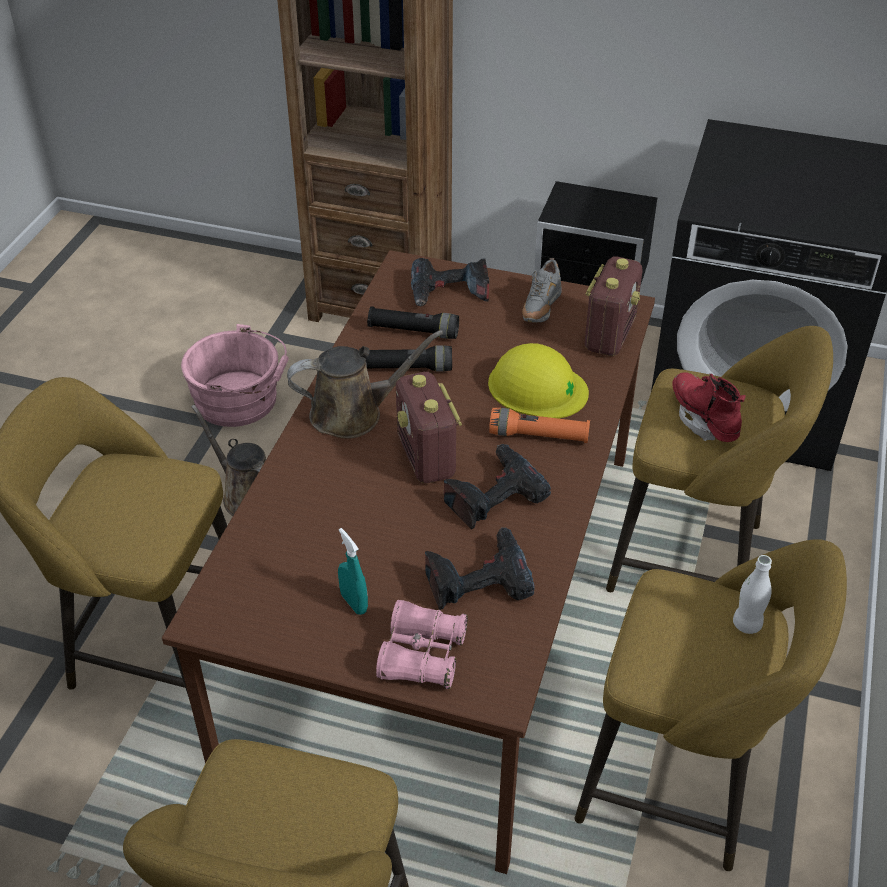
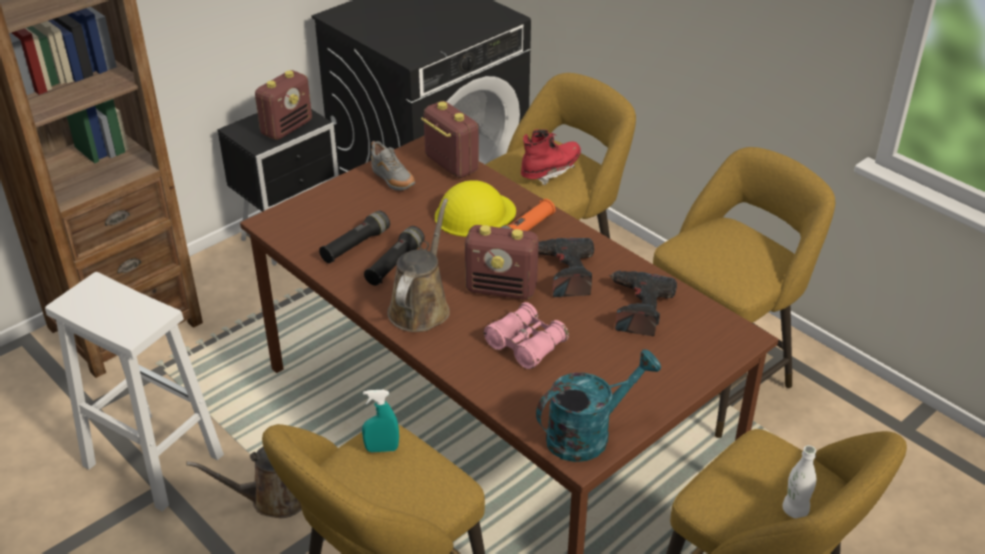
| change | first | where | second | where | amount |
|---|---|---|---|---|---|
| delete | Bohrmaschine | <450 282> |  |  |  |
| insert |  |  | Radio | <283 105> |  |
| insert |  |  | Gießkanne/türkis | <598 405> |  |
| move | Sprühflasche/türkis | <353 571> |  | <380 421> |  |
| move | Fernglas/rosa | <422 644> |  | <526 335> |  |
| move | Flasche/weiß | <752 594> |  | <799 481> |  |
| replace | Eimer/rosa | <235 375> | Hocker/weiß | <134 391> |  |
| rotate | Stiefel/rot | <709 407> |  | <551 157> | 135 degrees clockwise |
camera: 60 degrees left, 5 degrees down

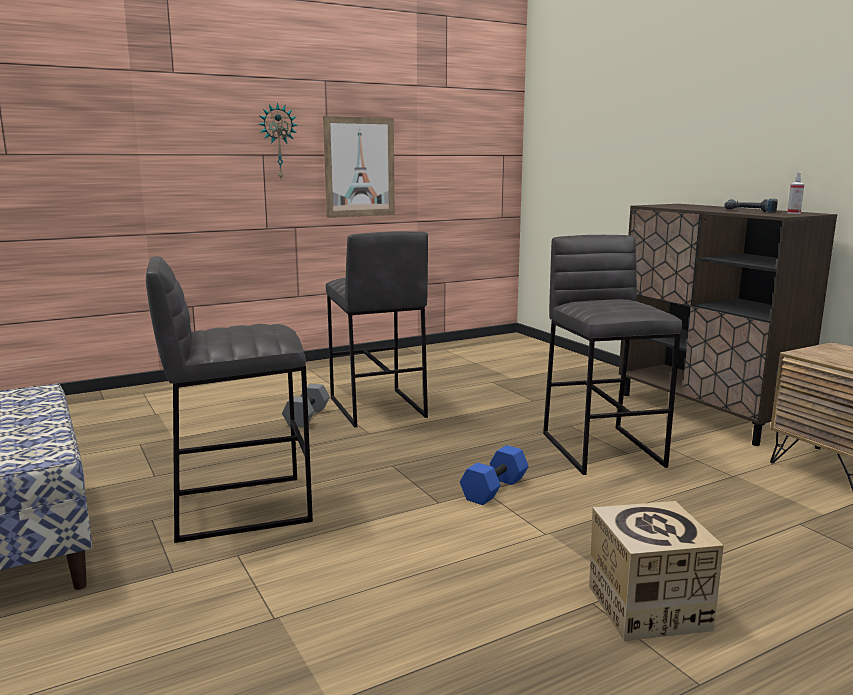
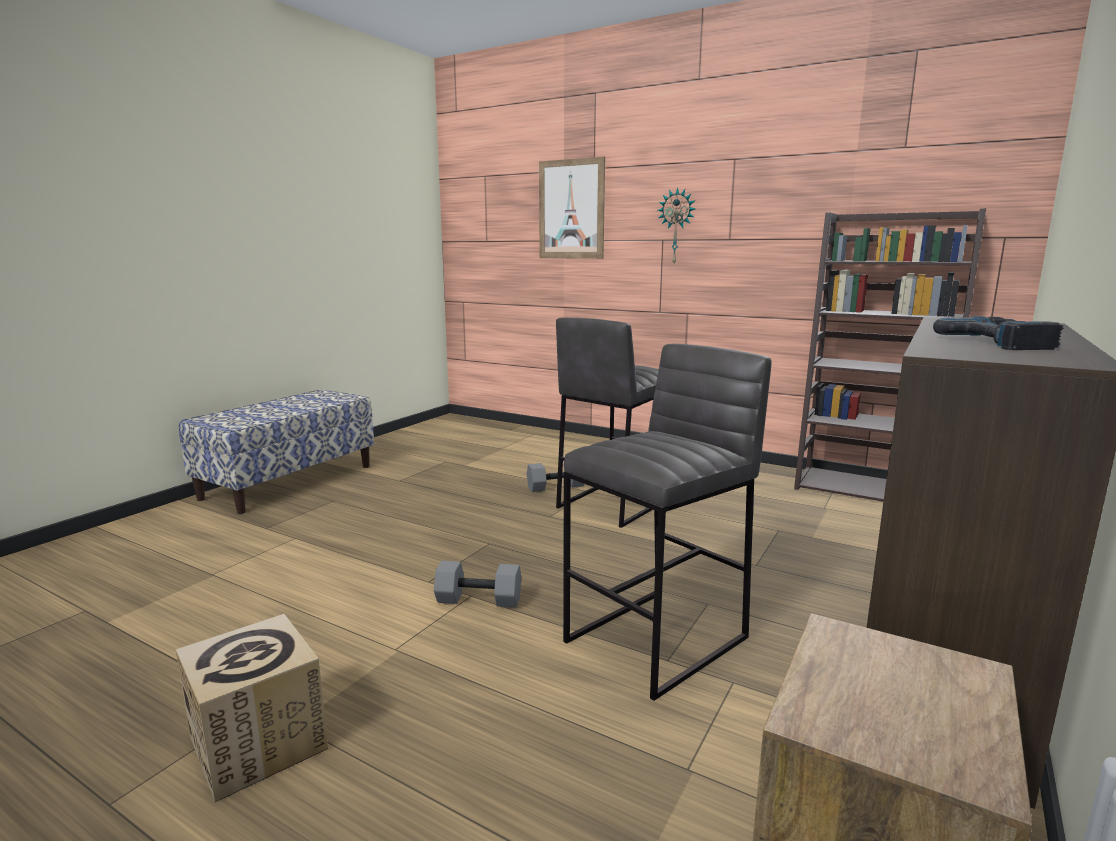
| change | first | where | second | where | amount |
|---|---|---|---|---|---|
| delete | Hocker/grau | <229 399> |  |  |  |
| delete | Sprühflasche | <795 193> |  |  |  |
| insert |  |  | Bücherregal/braun | <890 355> |  |
| move | Bild | <359 167> |  | <572 207> |  |
| recolor | Hantel/blau | <494 475> | Hantel/grau | <477 584> |  |
camera: 60 degrees right, 0 degrees up

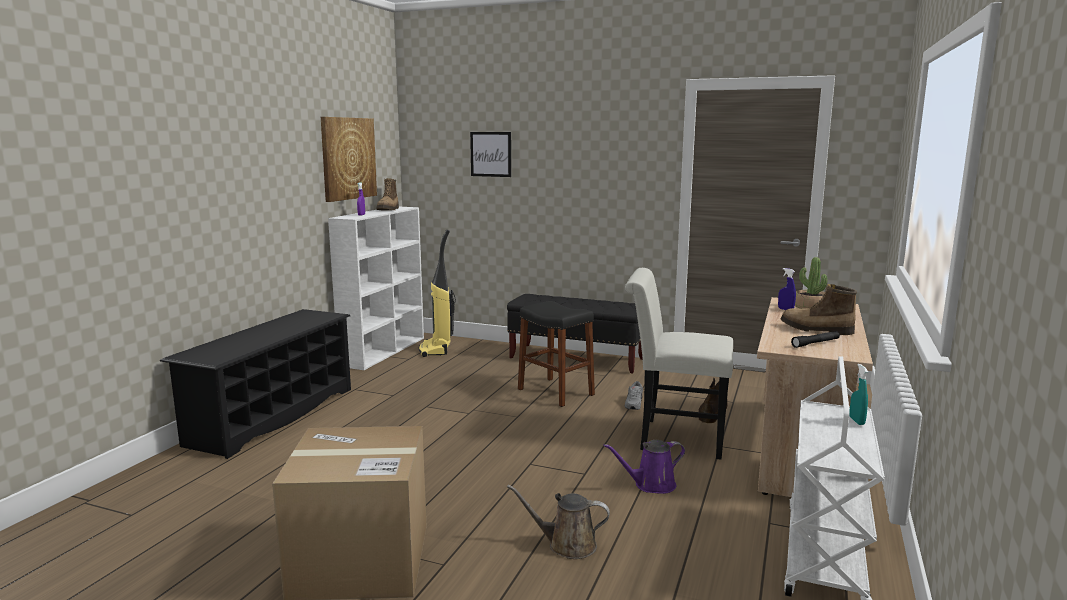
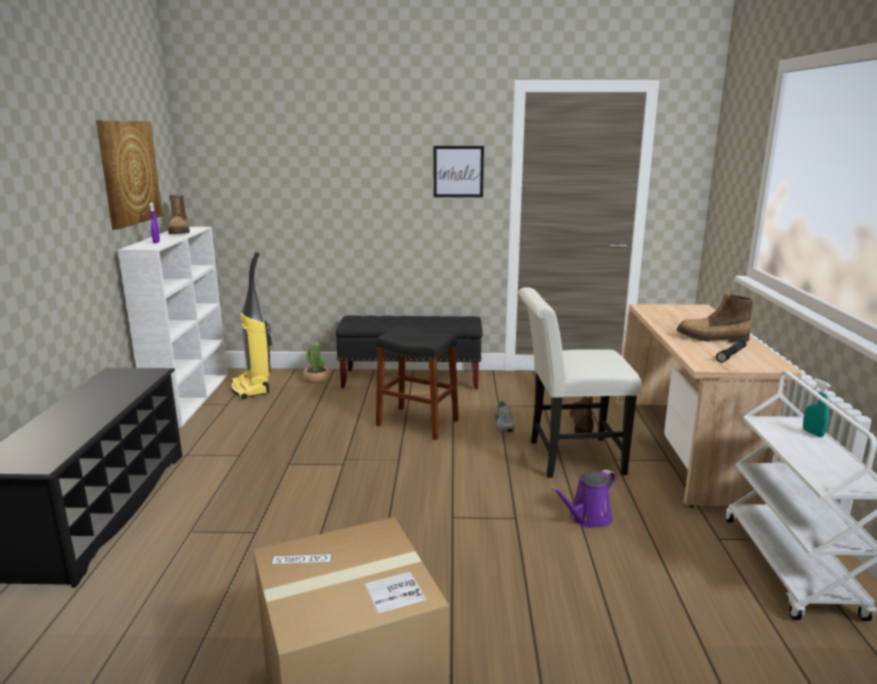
| change | first | where | second | where | amount |
|---|---|---|---|---|---|
| delete | Gießkanne/braun | <558 522> |  |  |  |
| delete | Sprühflasche/blau | <787 289> |  |  |  |
| move | Bild | <490 154> |  | <459 171> |  |
| move | Topfpflanze | <811 283> |  | <316 363> |  |
camera: 20 degrees left, 5 degrees up

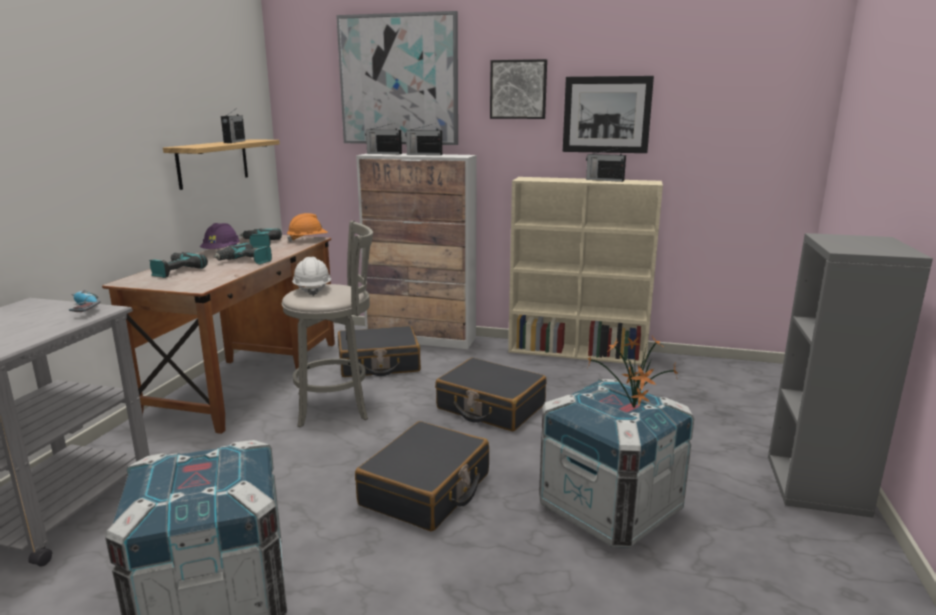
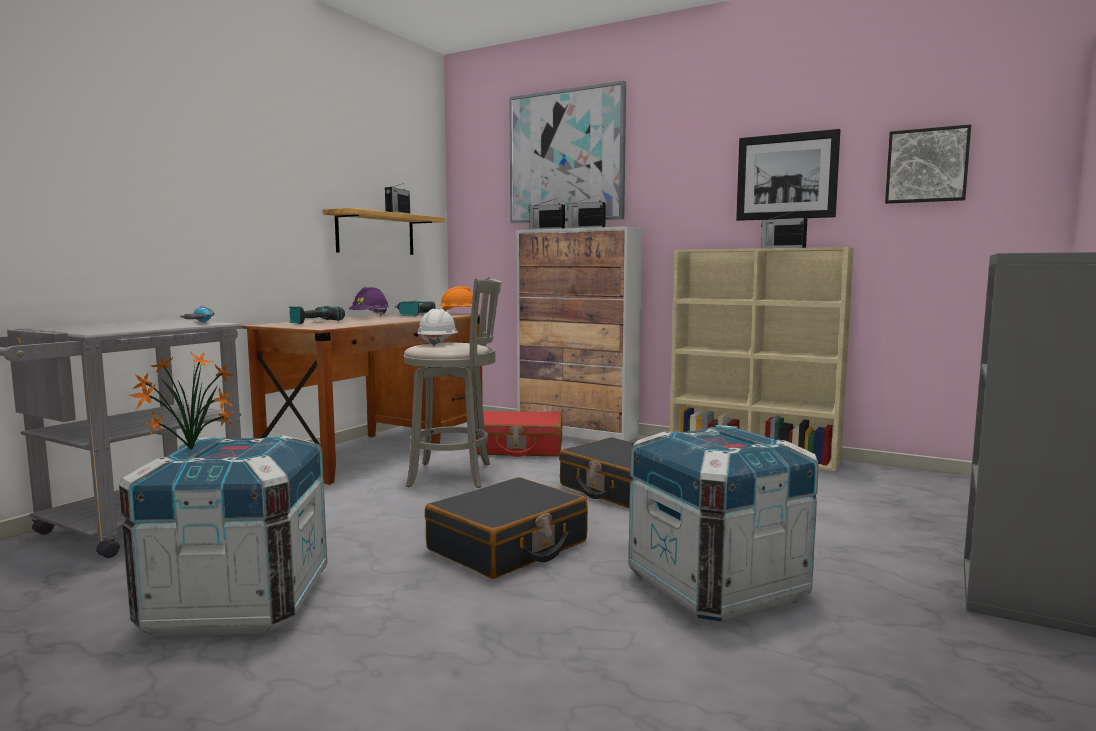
| change | first | where | second | where | amount |
|---|---|---|---|---|---|
| delete | Bohrmaschine | <242 253> |  |  |  |
| move | Bild | <518 89> |  | <928 164> |  |
| move | Topfpflanze | <632 372> |  | <182 401> |  |
| recolor | Koffer/schwarz | <379 351> | Koffer/rot | <519 434> |  |
camera: 15 degrees right, 10 degrees down

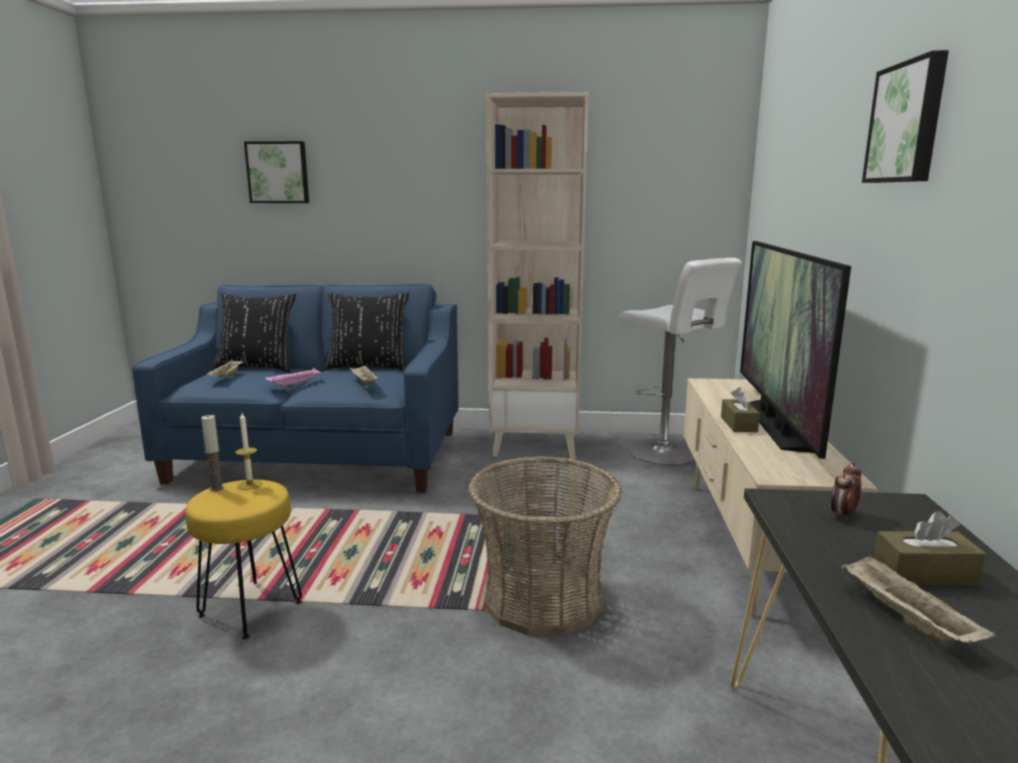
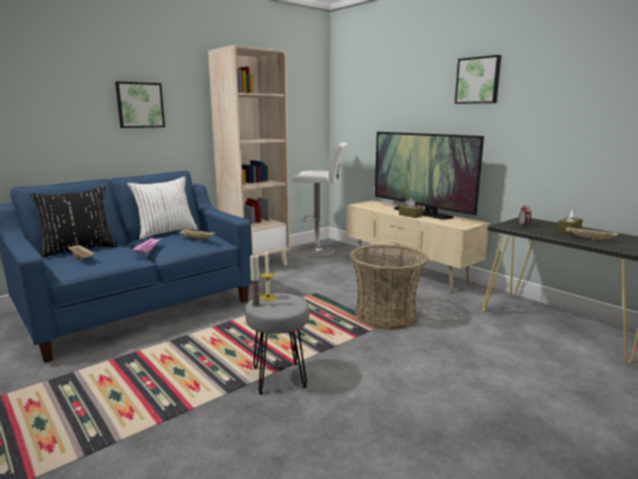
| change | first | where | second | where | amount |
|---|---|---|---|---|---|
| move | Bild | <276 172> |  | <140 104> |  |
| recolor | Hocker/gelb | <243 559> | Hocker/grau | <277 344> |  |
| recolor | Kissen/schwarz | <366 331> | Kissen/weiß | <162 208> |  |
camera: 45 degrees left, 0 degrees up

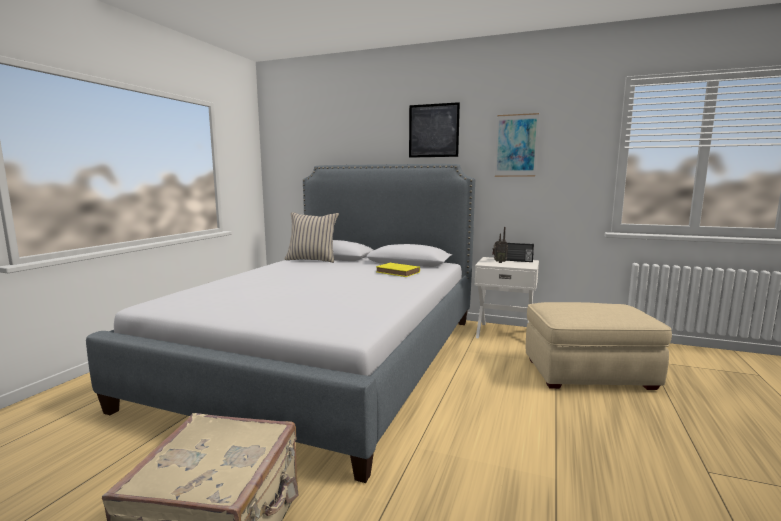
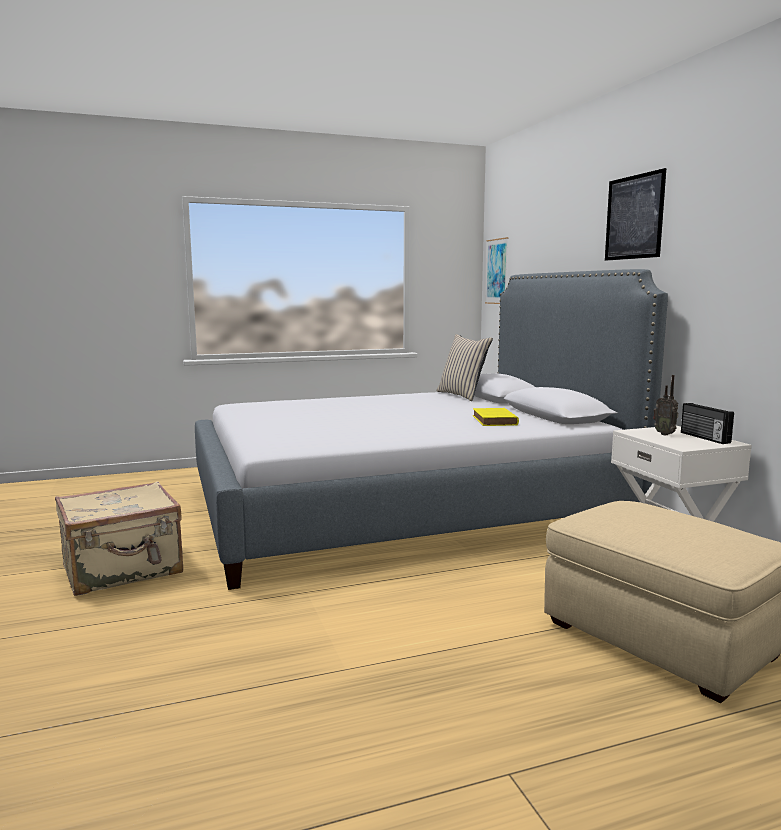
| change | first | where | second | where | amount |
|---|---|---|---|---|---|
| move | Bild | <517 145> |  | <496 270> |  |
camera: 50 degrees right, 0 degrees up

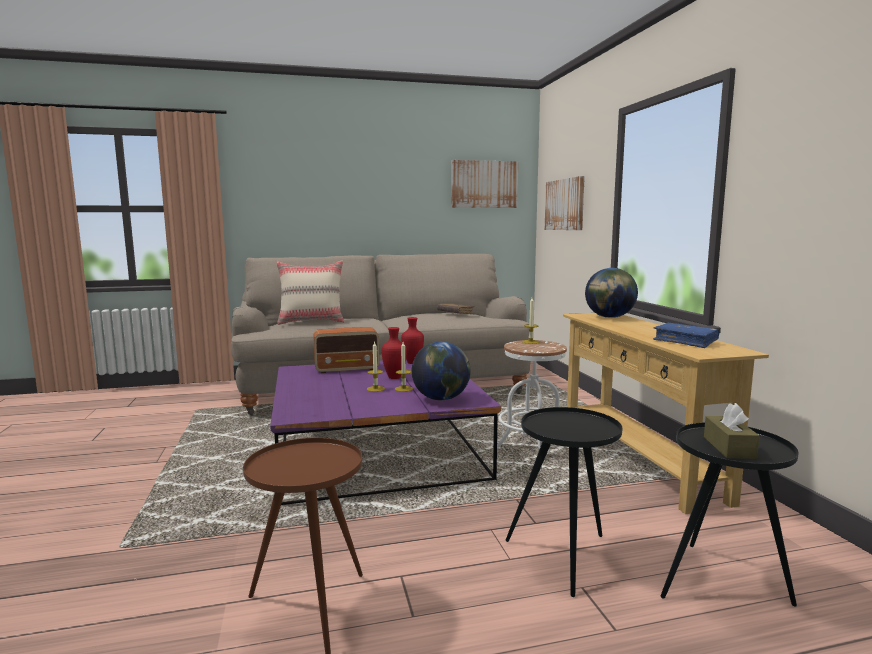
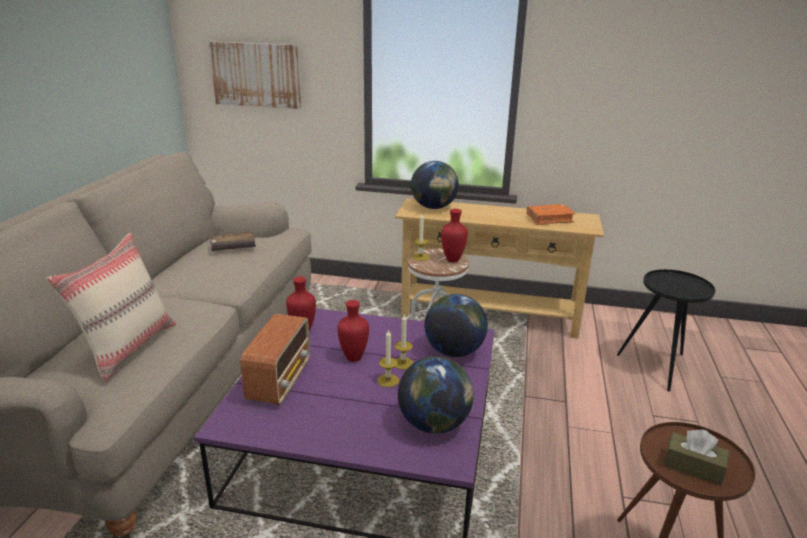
| change | first | where | second | where | amount |
|---|---|---|---|---|---|
| delete | Bild | <484 184> |  |  |  |
| delete | Beistelltisch/schwarz | <564 502> |  |  |  |
| insert |  |  | Globus | <436 395> |  |
| insert |  |  | Vase/rot | <454 236> |  |
| move | Taschentuchbox/braun | <732 431> |  | <696 458> |  |
| recolor | Buch/blau | <686 335> | Buch/orange | <551 214> |  |
camera: 65 degrees left, 15 degrees up

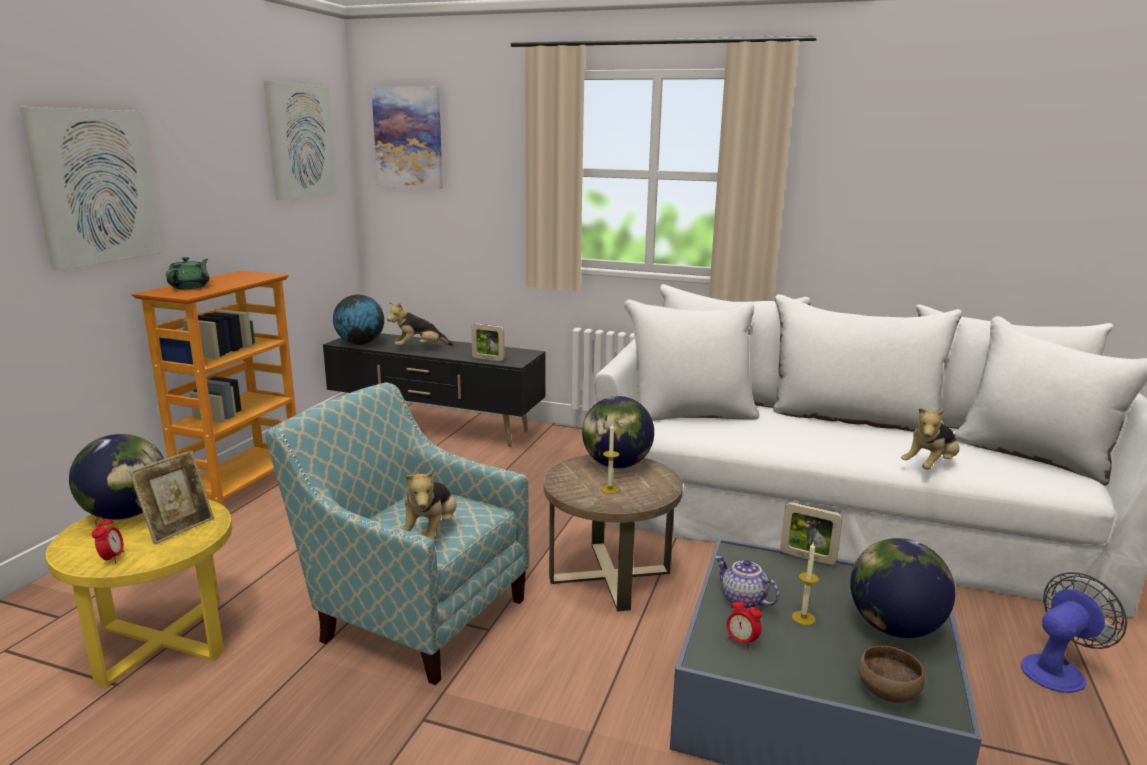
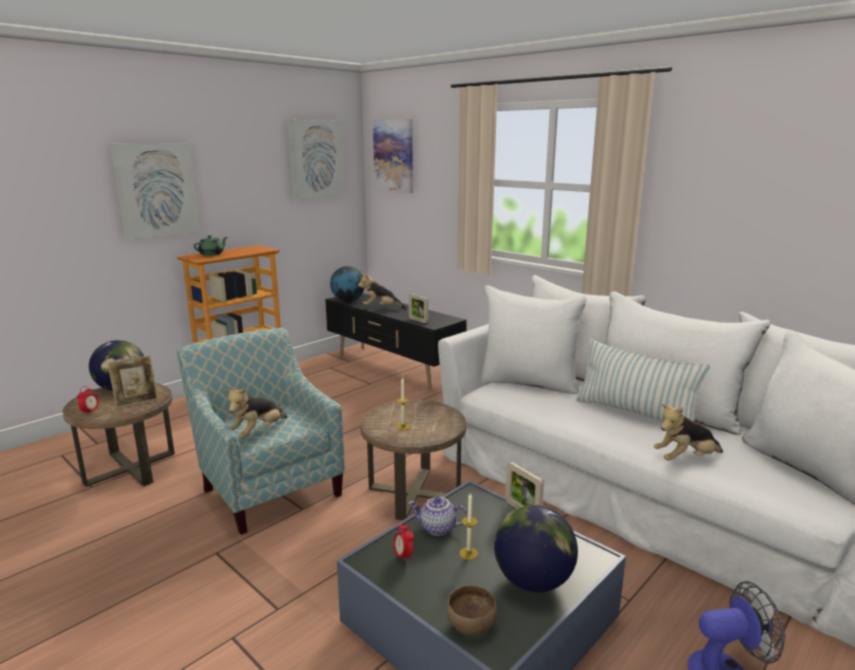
| change | first | where | second | where | amount |
|---|---|---|---|---|---|
| delete | Globus | <618 432> |  |  |  |
| insert |  |  | Kissen | <643 381> |  |
| recolor | Beistelltisch/gelb | <139 593> | Beistelltisch/braun | <119 435> |  |
| rotate | Teekanne | <747 582> |  | <438 516> | 60 degrees counterclockwise |
camera: 25 degrees right, 0 degrees up

